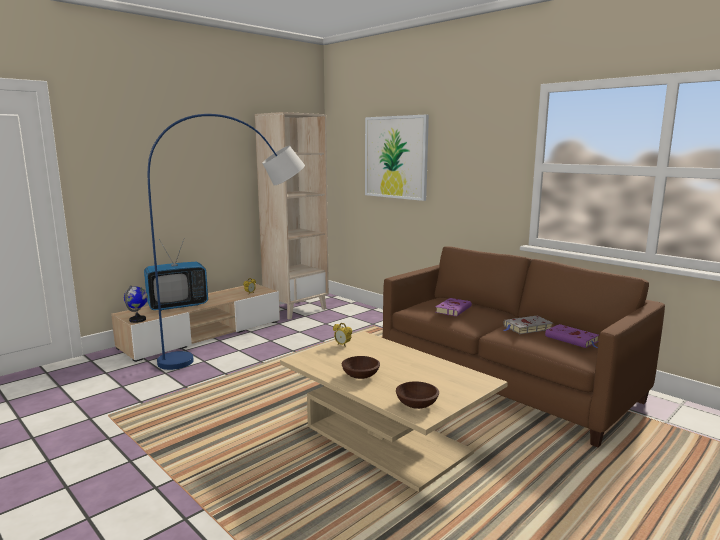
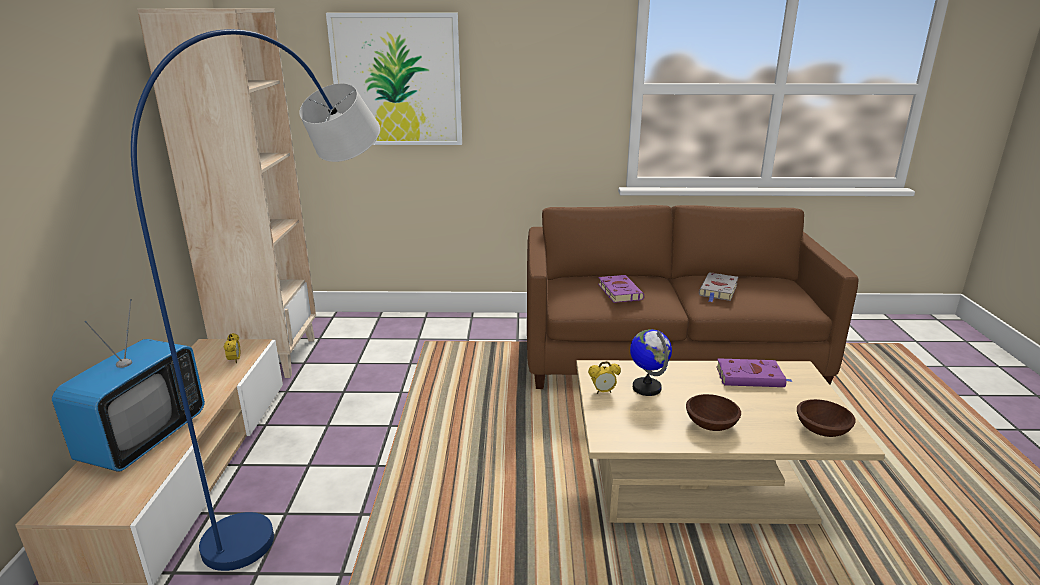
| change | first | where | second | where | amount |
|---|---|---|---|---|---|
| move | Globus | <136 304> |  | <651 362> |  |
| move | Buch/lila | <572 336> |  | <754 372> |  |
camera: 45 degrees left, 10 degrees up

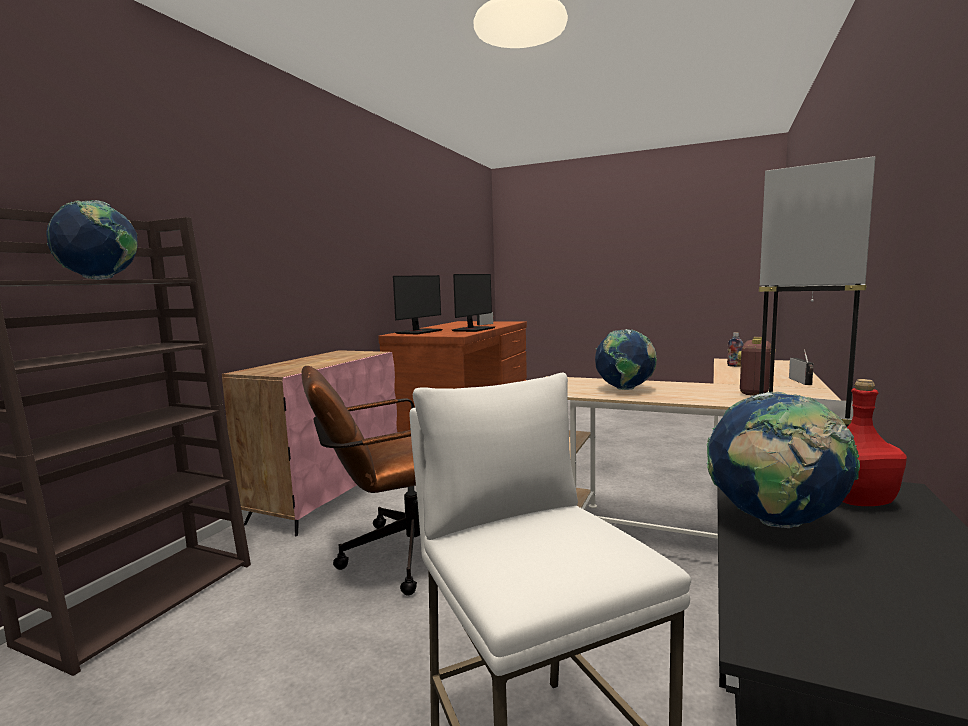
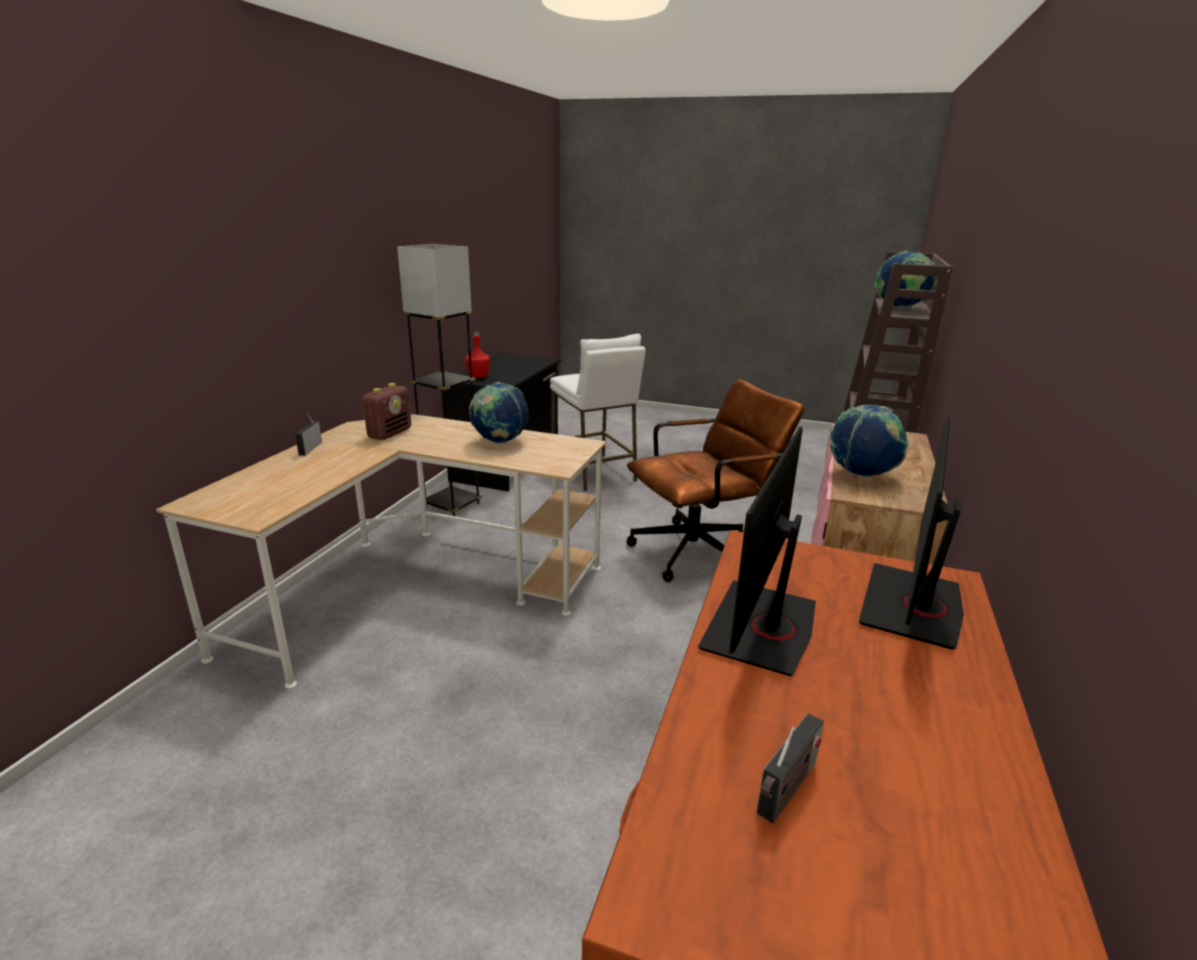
| change | first | where | second | where | amount |
|---|---|---|---|---|---|
| delete | Flasche | <735 350> |  |  |  |
| move | Globus | <783 460> |  | <869 441> |  |
camera: 175 degrees right, 15 degrees up

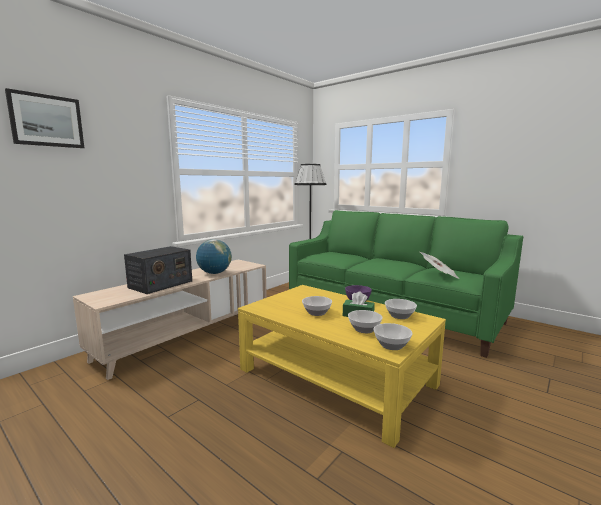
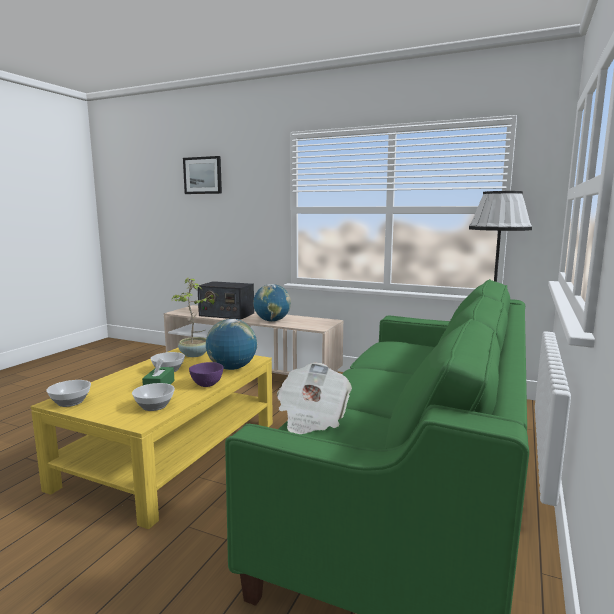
| change | first | where | second | where | amount |
|---|---|---|---|---|---|
| delete | Schüssel | <365 321> |  |  |  |
| insert |  |  | Topfpflanze | <194 317> |  |
| insert |  |  | Globus | <232 344> |  |
camera: 75 degrees right, 0 degrees up

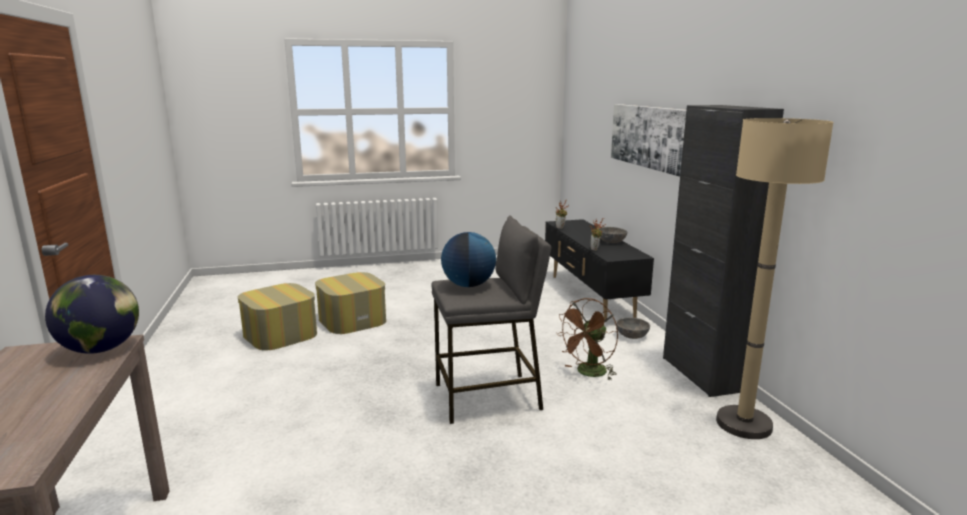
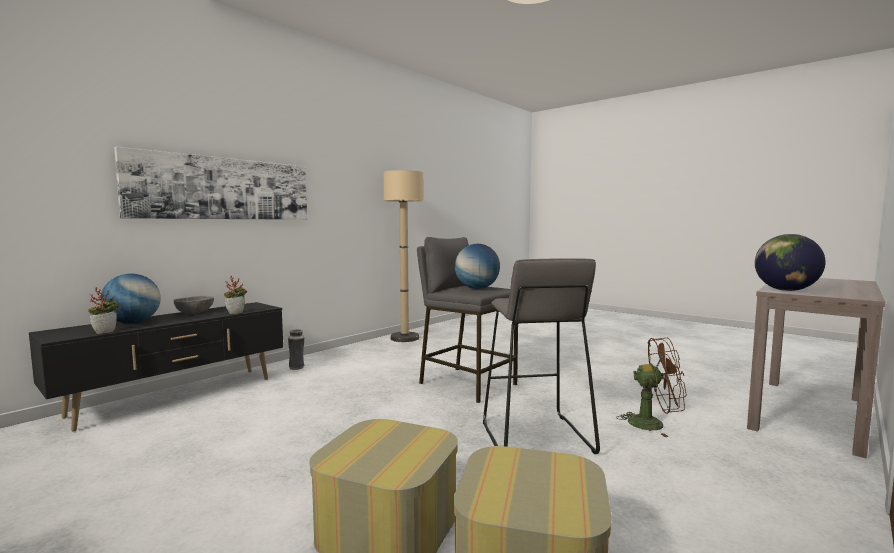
| change | first | where | second | where | amount |
|---|---|---|---|---|---|
| delete | Schrank/schwarz | <723 251> |  |  |  |
| insert |  |  | Globus | <130 299> |  |
| insert |  |  | Hocker/grau | <541 356> |  |
| move | Ventilator/braun | <587 339> |  | <651 387> |  |
| replace | Schüssel/grau | <633 328> | Vase | <296 349> |  |
camera: 125 degrees left, 10 degrees down

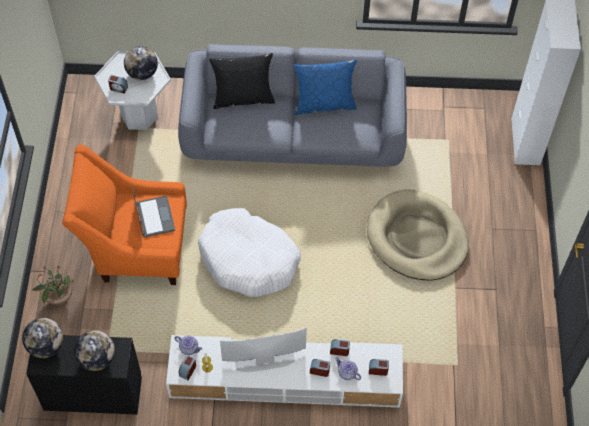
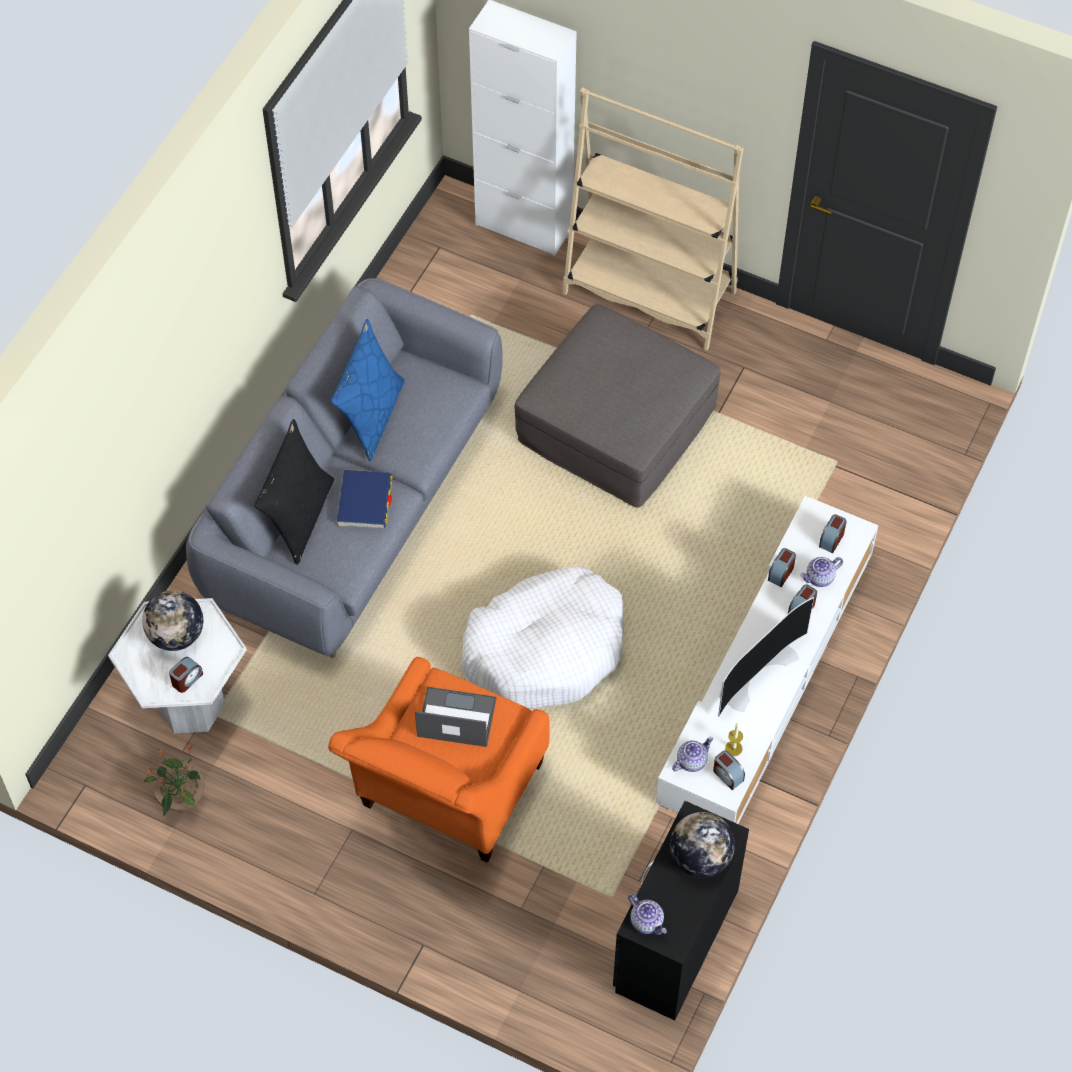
| change | first | where | second | where | amount |
|---|---|---|---|---|---|
| insert |  |  | Buch/blau | <365 499> |  |
| insert |  |  | Bücherregal/beige | <653 218> |  |
| move | Topfpflanze | <53 285> |  | <174 780> |  |
| replace | Globus | <42 338> | Teekanne | <647 914> |  |
| replace | Hundebett/beige | <418 235> | Polsterhocker/grau | <618 406> |  |
| rotate | Fernseher | <263 349> |  | <766 657> | 150 degrees counterclockwise |
camera: 65 degrees left, 0 degrees up

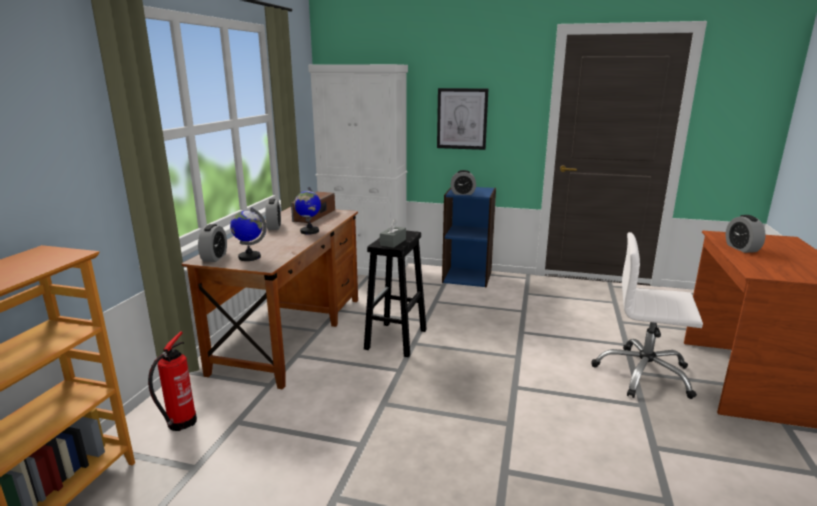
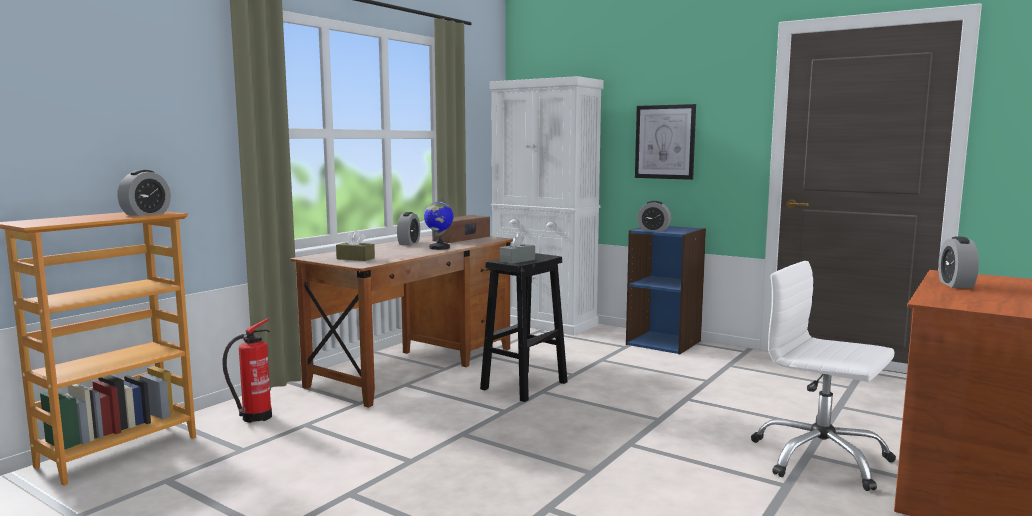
| change | first | where | second | where | amount |
|---|---|---|---|---|---|
| move | Wecker | <212 243> |  | <144 193> |  |
| replace | Globus | <248 234> | Taschentuchbox/braun | <355 245> |  |
camera: 20 degrees right, 10 degrees down

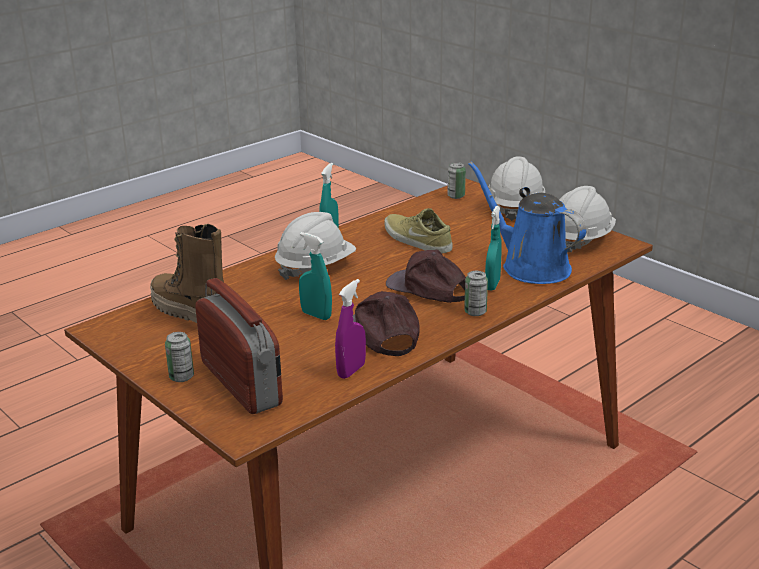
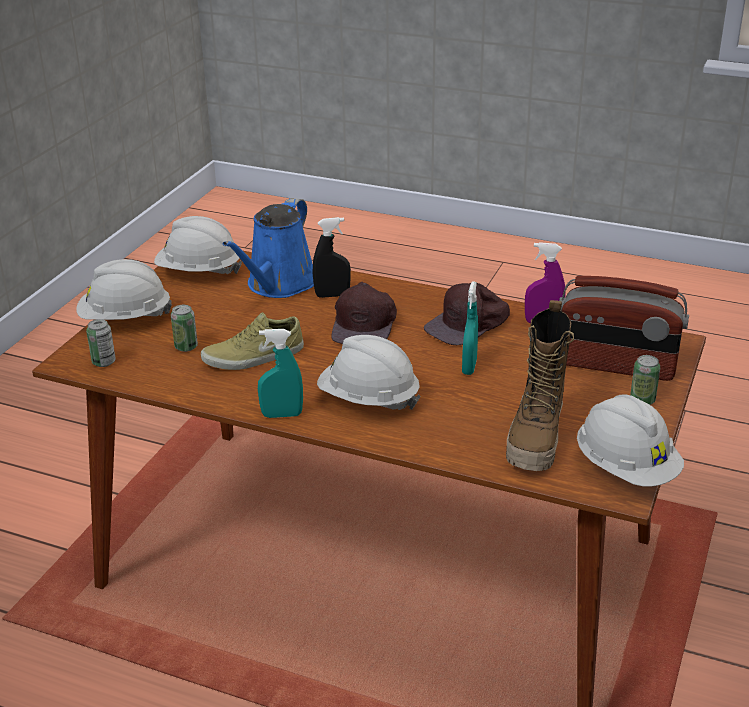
| change | first | where | second | where | amount |
|---|---|---|---|---|---|
| insert |  |  | Schutzhelm/weiß | <630 441> |  |
| move | Dose | <476 293> |  | <184 328> |  |
| recolor | Sprühflasche/türkis | <493 248> | Sprühflasche/schwarz | <332 257> |  |
| rotate | Radio | <239 346> |  | <624 328> | 105 degrees counterclockwise |
| rotate | Schuh/beige | <418 231> |  | <252 341> | 45 degrees clockwise |
camera: 115 degrees left, 5 degrees up

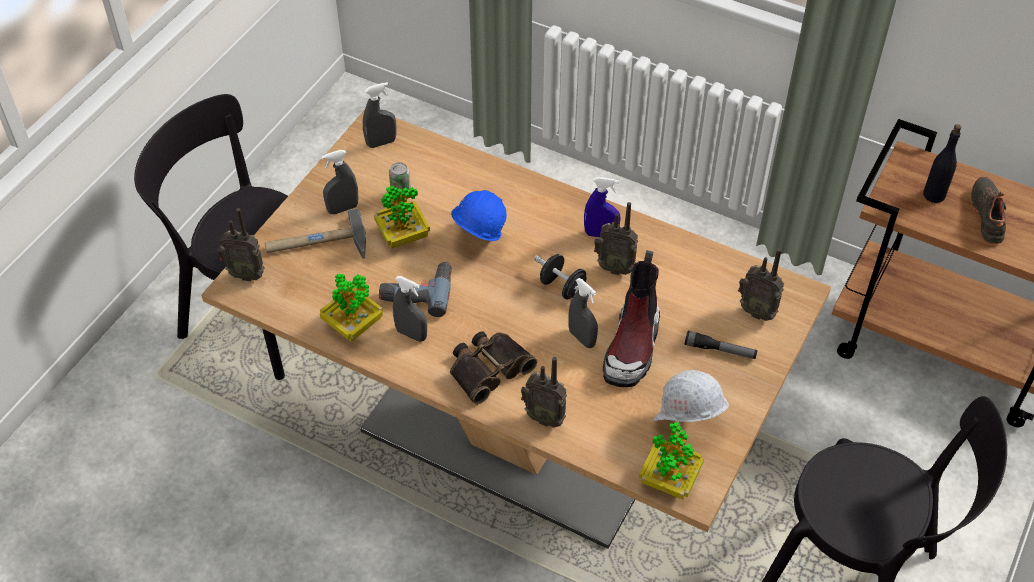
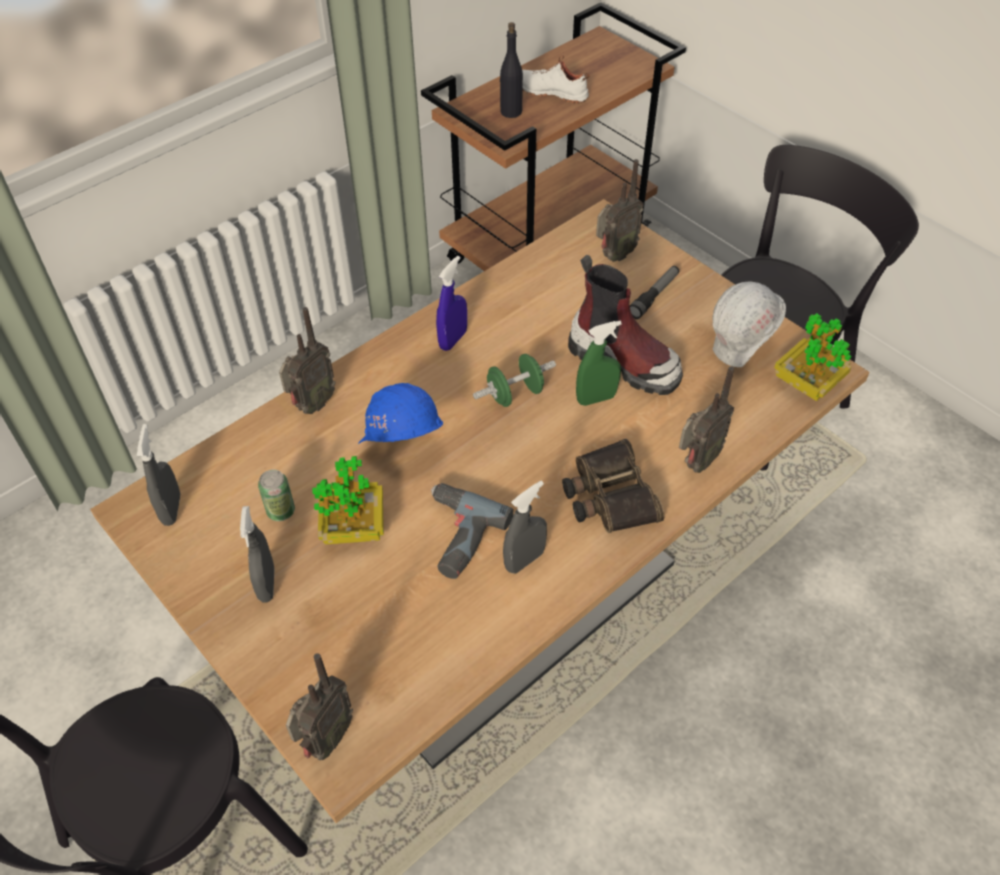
| change | first | where | second | where | amount |
|---|---|---|---|---|---|
| delete | Hammer | <315 234> |  |  |  |
| delete | Topfpflanze | <351 308> |  |  |  |
| move | Radio | <616 238> |  | <307 360> |  |
| recolor | Hantel/schwarz | <564 276> | Hantel/grün | <514 380> |  |
| recolor | Sprühflasche/grau | <583 313> | Sprühflasche/grün | <599 363> |  |
| recolor | Schuh/schwarz | <988 210> | Schuh/weiß | <555 79> |  |
camera: 70 degrees left, 0 degrees up

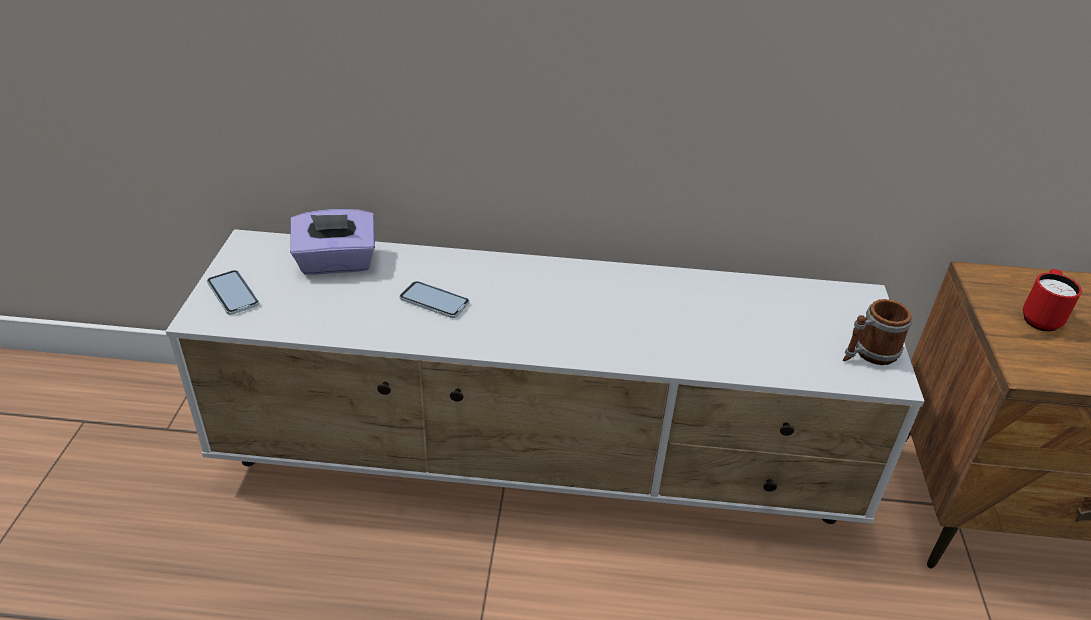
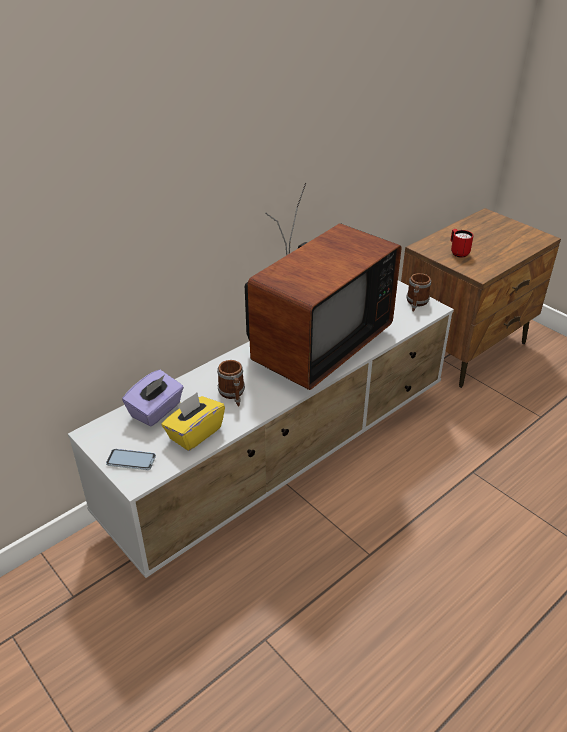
| change | first | where | second | where | amount |
|---|---|---|---|---|---|
| insert |  |  | Taschentuchbox/gelb | <193 422> |  |
| insert |  |  | Fernseher | <323 286> |  |
| replace | Handy | <434 299> | Henkelbecher | <231 383> |  |
camera: 45 degrees left, 0 degrees up

